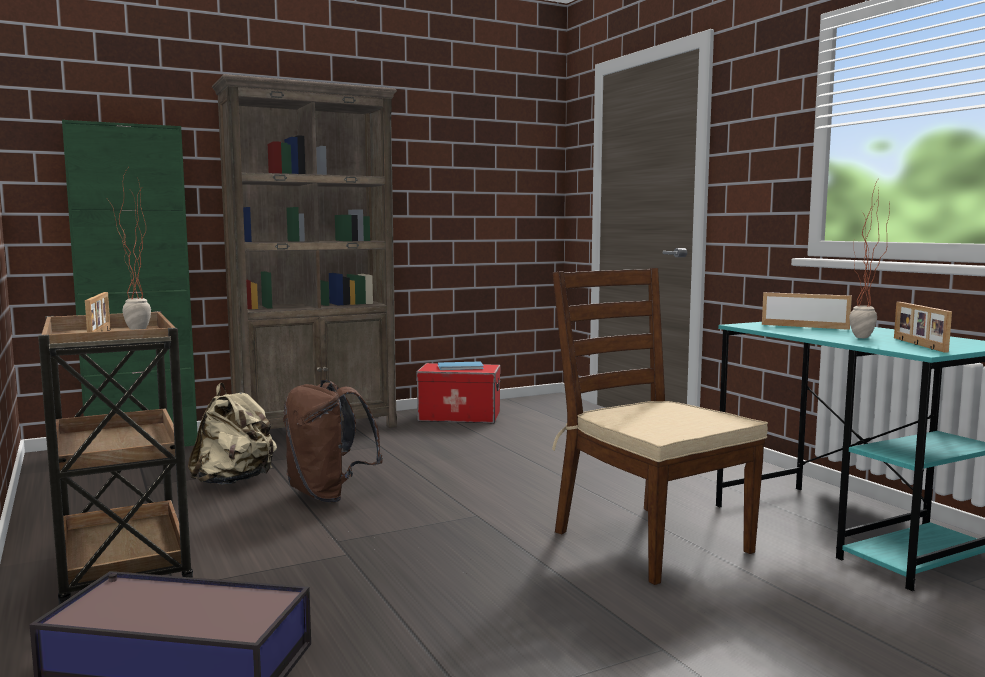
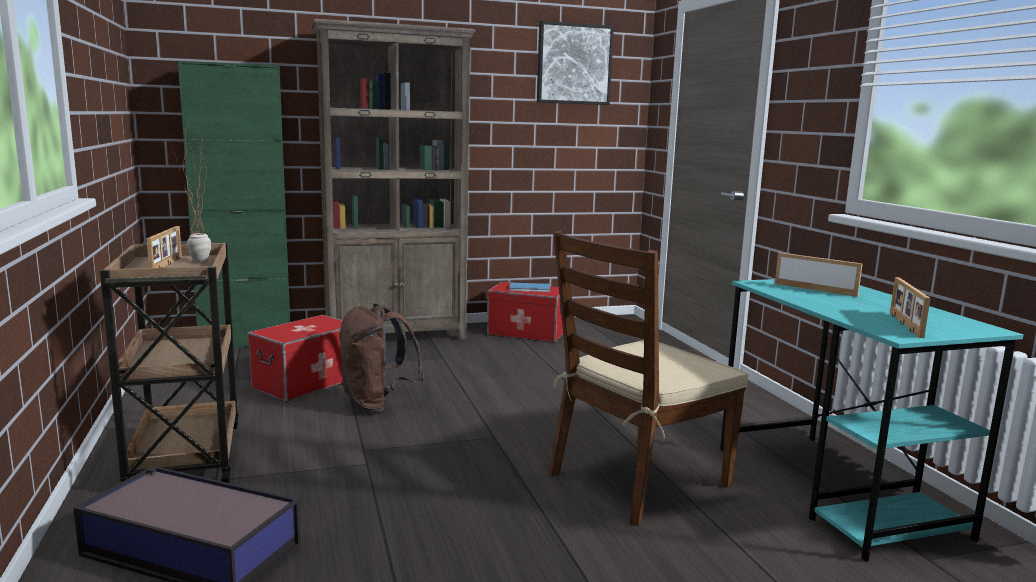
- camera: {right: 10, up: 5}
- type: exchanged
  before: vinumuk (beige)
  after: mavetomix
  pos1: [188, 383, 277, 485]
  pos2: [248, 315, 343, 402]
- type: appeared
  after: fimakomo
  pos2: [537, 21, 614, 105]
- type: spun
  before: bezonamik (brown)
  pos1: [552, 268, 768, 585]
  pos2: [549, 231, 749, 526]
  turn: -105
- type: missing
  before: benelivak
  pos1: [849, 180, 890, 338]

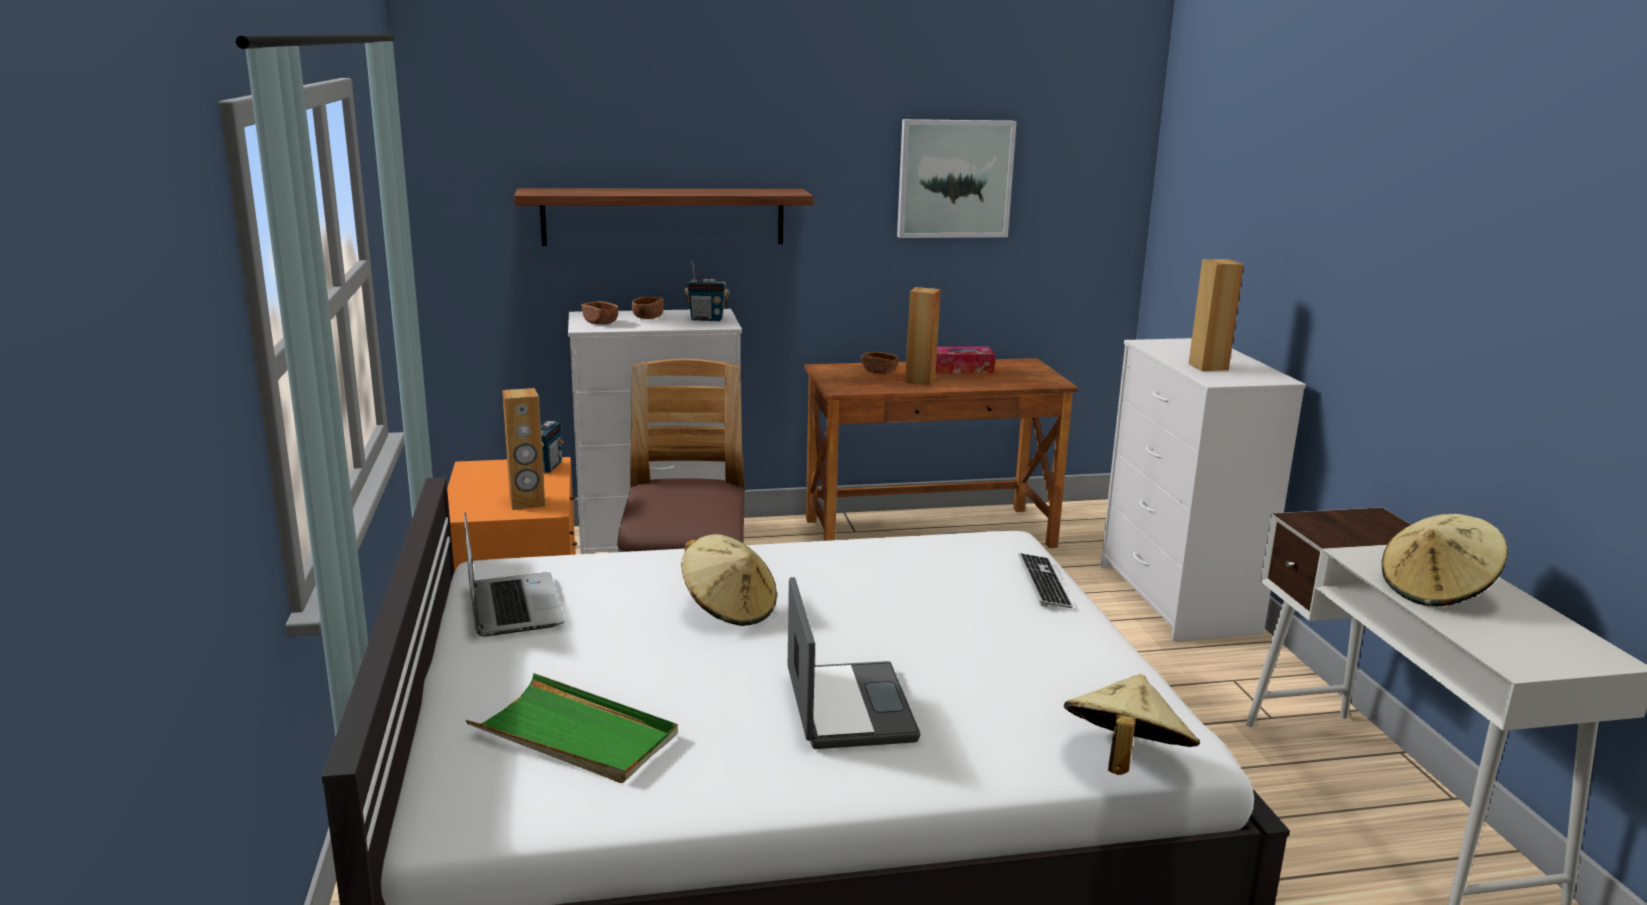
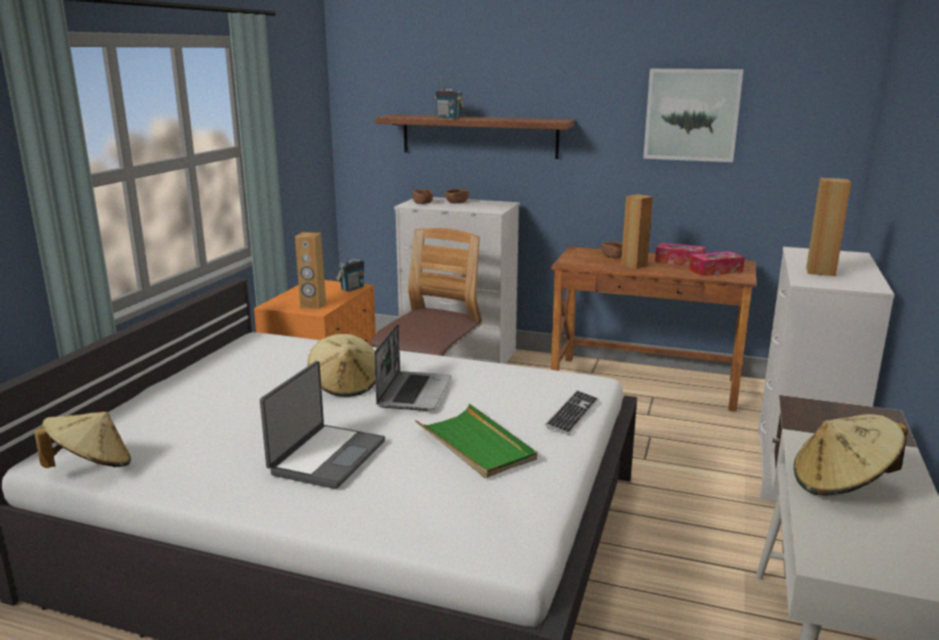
- camera: {right: 30, up: 0}
- type: relocated
  before: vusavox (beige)
  pos1: [1064, 674, 1200, 775]
  pos2: [34, 412, 131, 468]
- type: relocated
  before: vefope
  pos1: [464, 512, 564, 637]
  pos2: [374, 324, 451, 411]
- type: relocated
  before: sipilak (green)
  pos1: [466, 673, 678, 783]
  pos2: [415, 404, 537, 478]
- type: relocated
  before: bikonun
  pos1: [685, 260, 729, 321]
  pos2: [435, 76, 464, 119]
- type: appeared
  after: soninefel
  pos2: [689, 251, 745, 276]

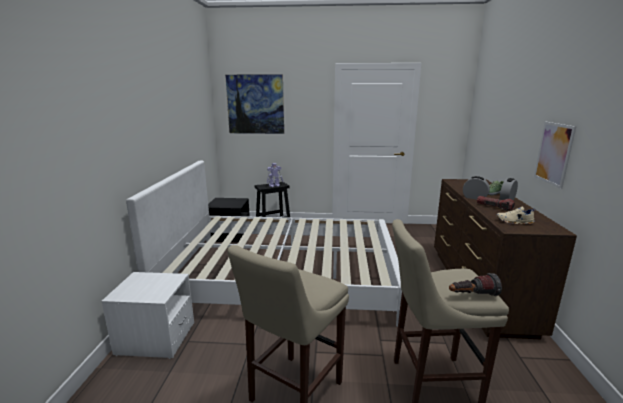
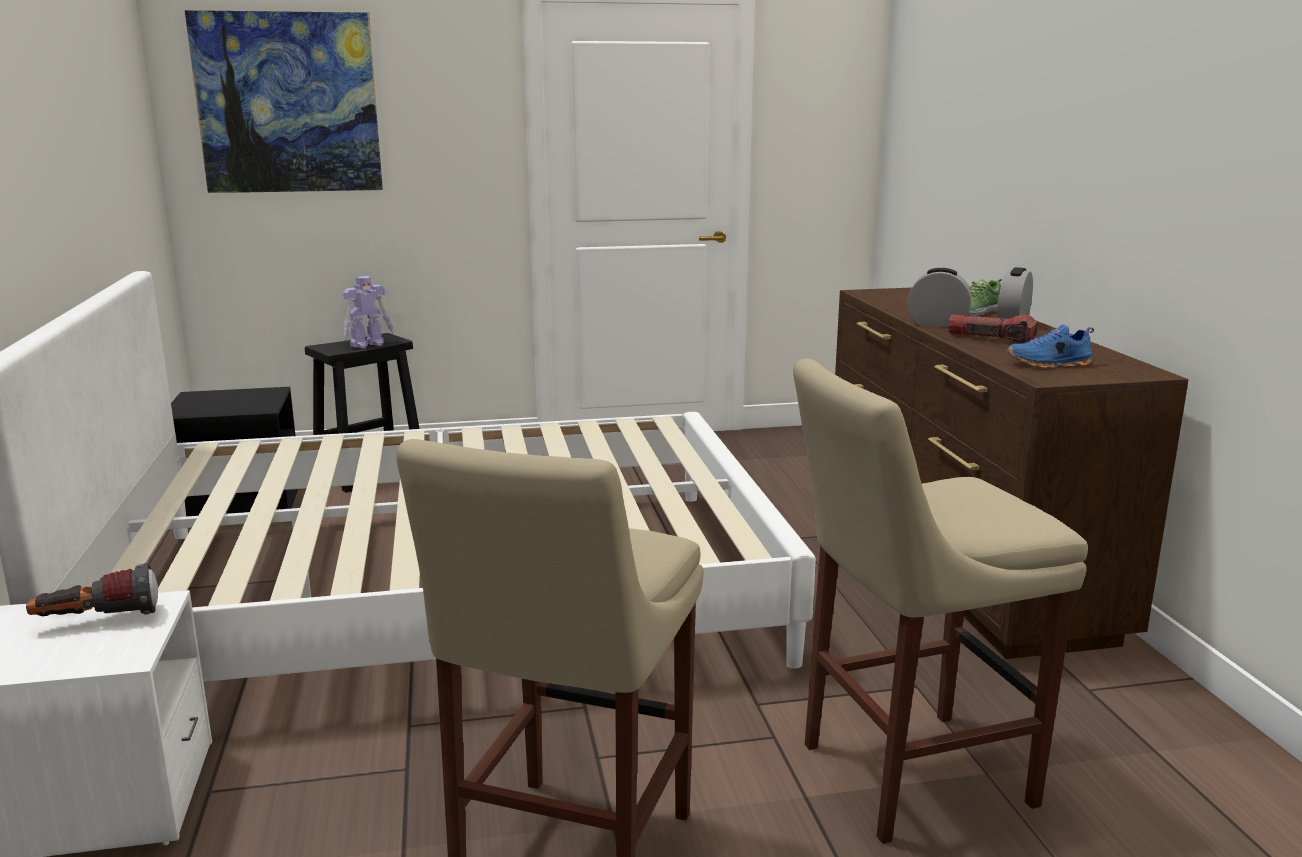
- camera: {right: -15, up: 0}
- type: relocated
  before: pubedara
  pos1: [449, 273, 502, 296]
  pos2: [26, 563, 158, 616]
- type: colour
  before: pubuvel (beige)
  after: pubuvel (blue)
  pos1: [496, 207, 536, 224]
  pos2: [1007, 324, 1094, 368]
- type: missing
  before: fimakomo
  pos1: [534, 122, 576, 189]

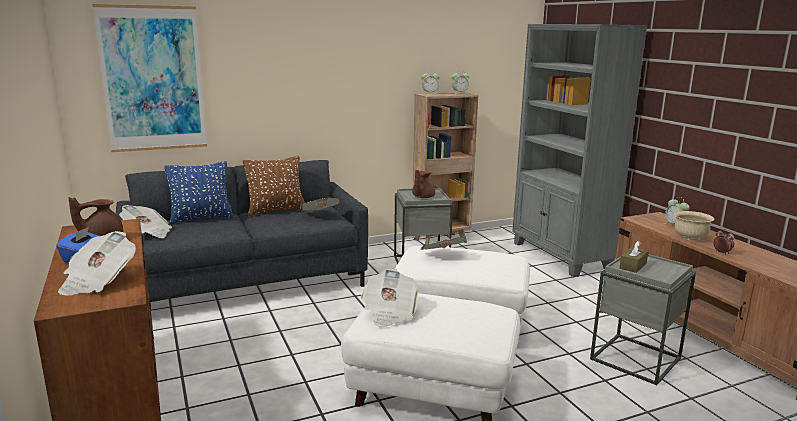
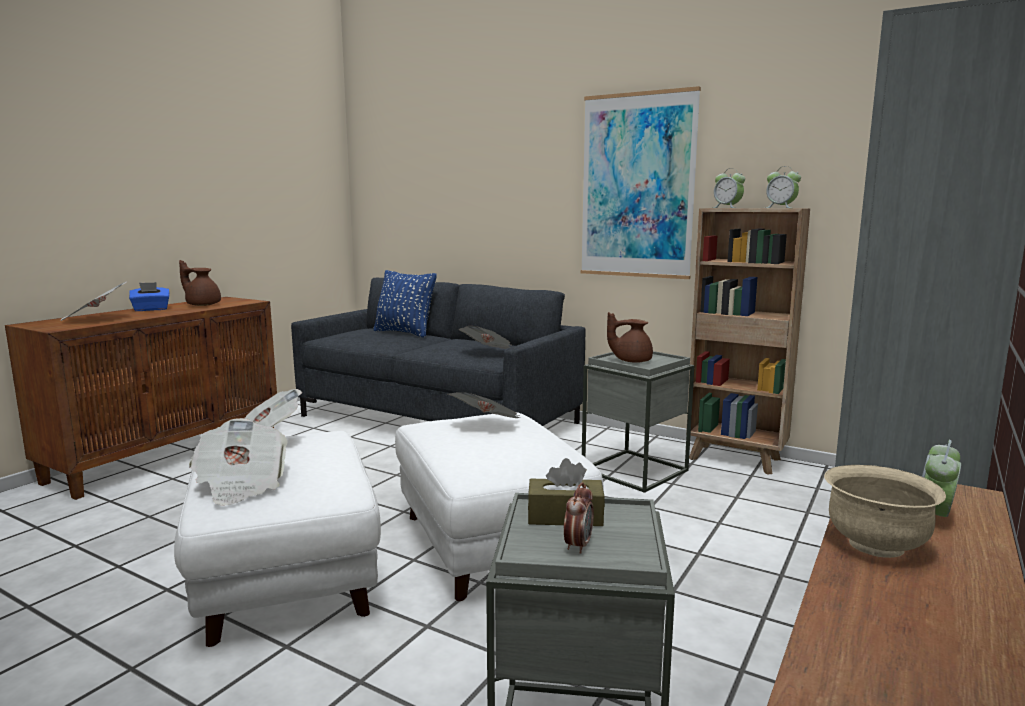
- camera: {right: 55, up: -5}
- type: relocated
  before: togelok
  pos1: [119, 205, 172, 238]
  pos2: [189, 418, 288, 506]
- type: relocated
  before: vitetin
  pos1: [713, 229, 734, 254]
  pos2: [564, 482, 594, 554]
- type: relocated
  before: fimakomo
  pos1: [92, 4, 207, 152]
  pos2: [581, 86, 701, 279]
- type: missing
  before: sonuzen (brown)
  pos1: [243, 156, 305, 216]

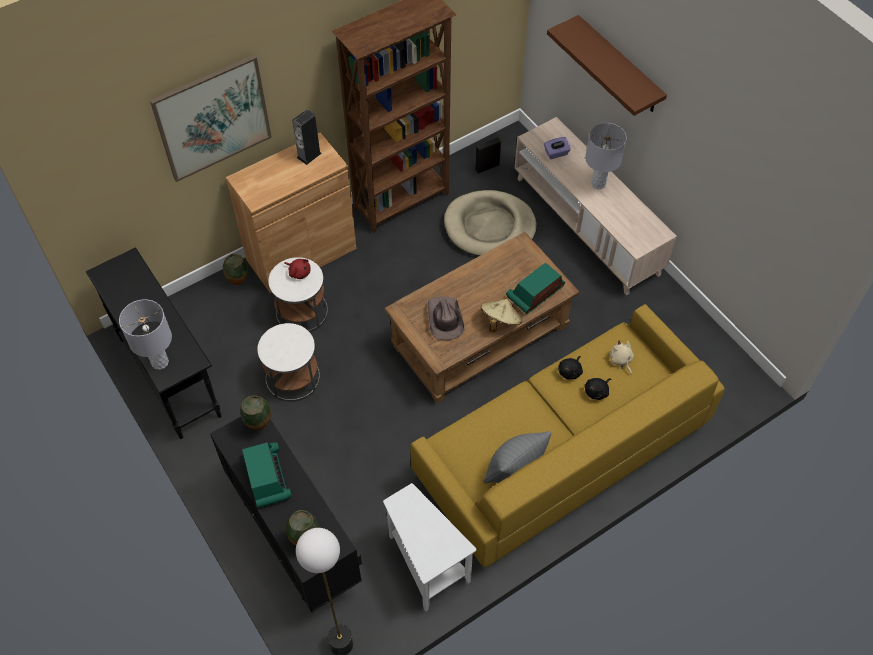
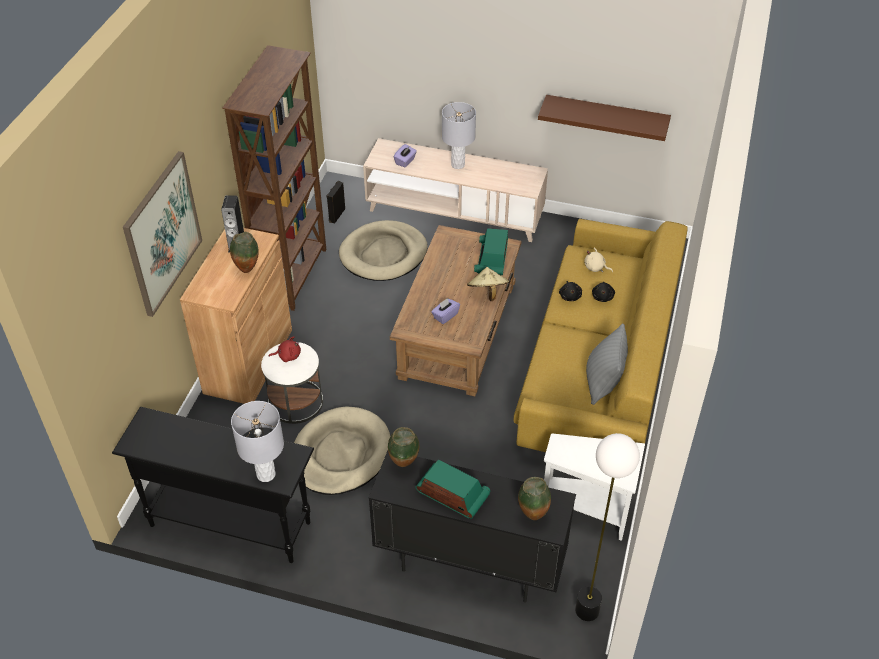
- camera: {right: -40, up: -10}
- type: relocated
  before: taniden
  pos1: [223, 254, 248, 285]
  pos2: [230, 232, 258, 273]
- type: exchanged
  before: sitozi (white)
  after: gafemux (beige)
  pos1: [257, 323, 320, 402]
  pos2: [294, 406, 390, 495]
- type: exchanged
  before: vusavox (brown)
  after: soninefel (purple)
  pos1: [428, 296, 464, 340]
  pos2: [431, 298, 460, 324]
- type: relocated
  before: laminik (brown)
  pos1: [547, 15, 667, 116]
  pos2: [538, 95, 671, 141]

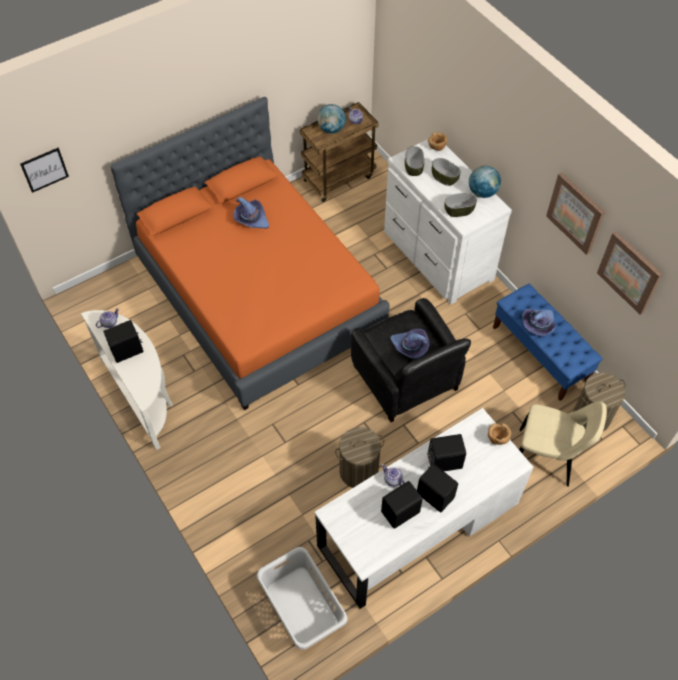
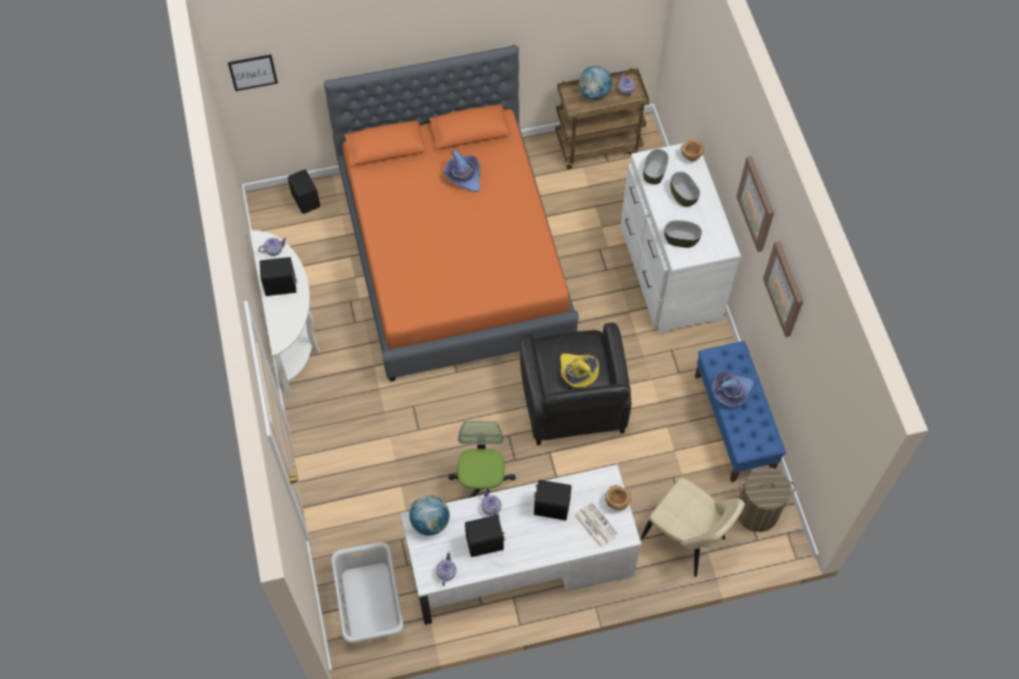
- camera: {right: 20, up: 5}
- type: relocated
  before: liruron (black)
  pos1: [417, 464, 458, 512]
  pos2: [288, 169, 320, 214]
- type: relocated
  before: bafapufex
  pos1: [469, 166, 501, 198]
  pos2: [409, 495, 450, 535]
- type: appeared
  after: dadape
  pos2: [436, 552, 457, 586]
- type: exchanged
  before: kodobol
  after: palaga
  pos1: [335, 427, 384, 488]
  pos2: [448, 421, 516, 498]
- type: colour
  before: vusavox (purple)
  after: vusavox (yellow)
  pos1: [390, 329, 429, 359]
  pos2: [560, 353, 599, 388]
- type: appeared
  after: togelok
  pos2: [574, 502, 619, 548]
- type: relocated
  before: fimakomo
  pos1: [597, 231, 663, 315]
  pos2: [736, 156, 774, 252]

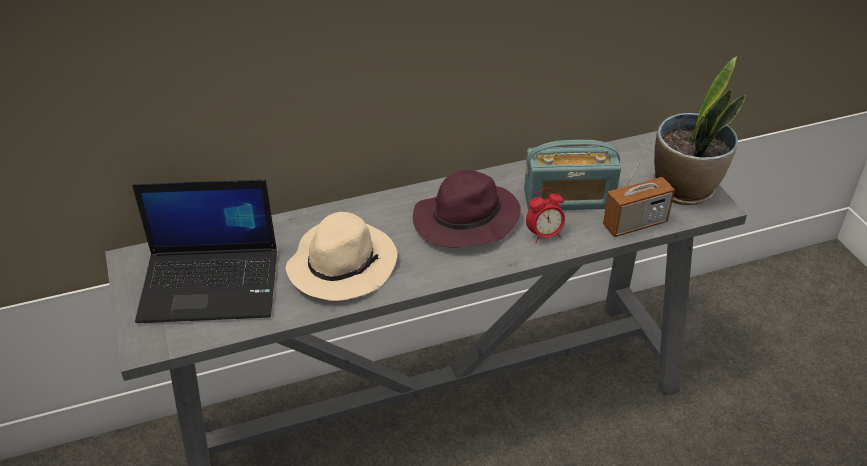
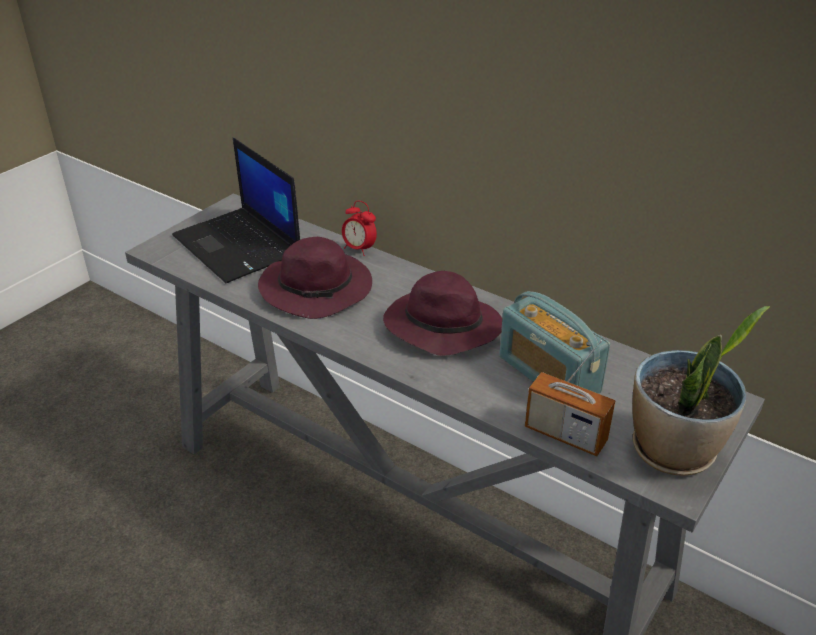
- camera: {right: 55, up: -5}
- type: colour
  before: vusavox (beige)
  after: vusavox (purple)
  pos1: [286, 212, 397, 301]
  pos2: [258, 237, 372, 319]
- type: relocated
  before: vitetin
  pos1: [526, 188, 565, 243]
  pos2: [342, 201, 377, 256]

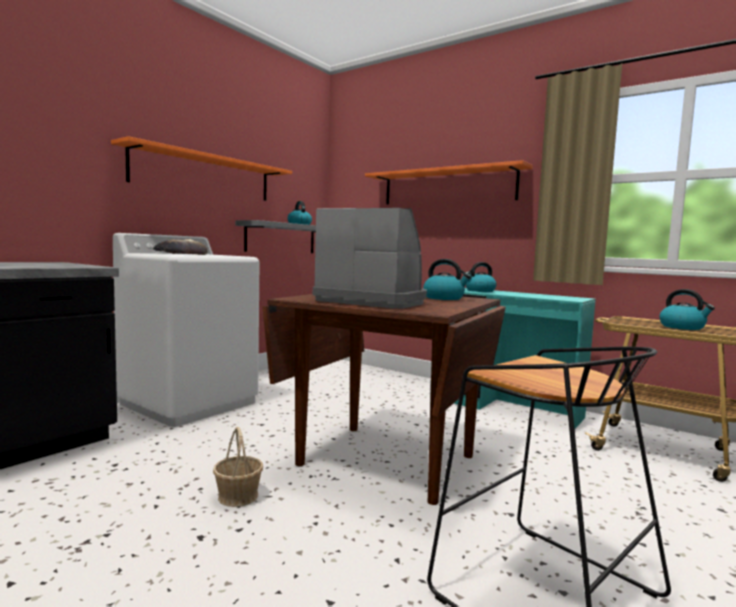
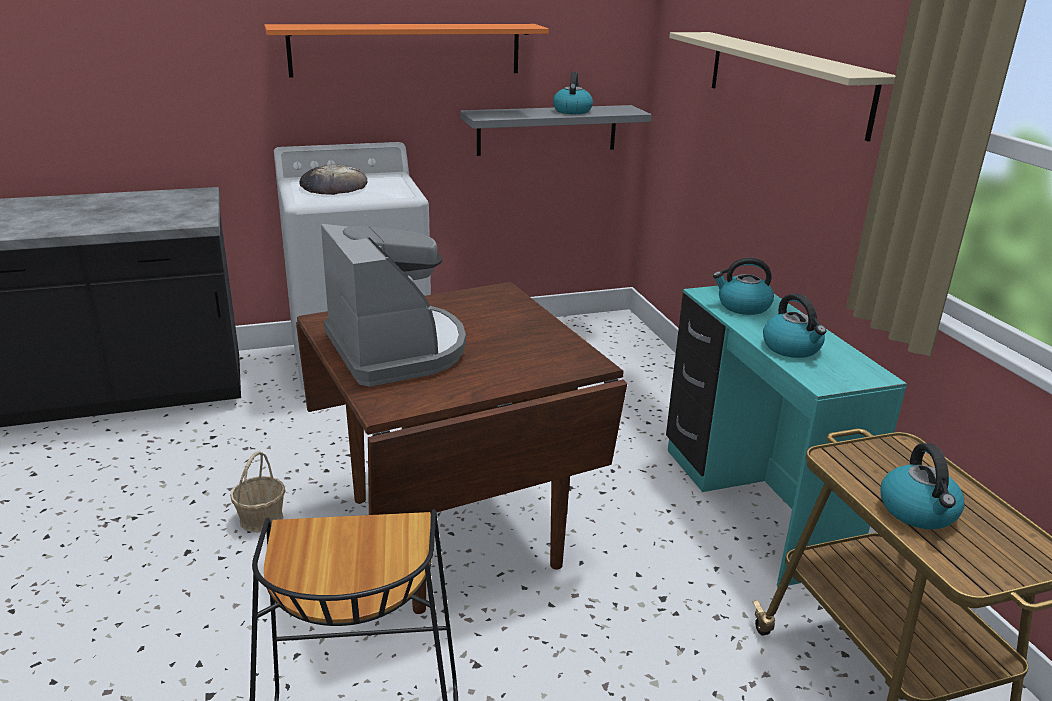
- camera: {right: 35, up: 20}
- type: colour
  before: laminik (orange)
  after: laminik (beige)
  pos1: [365, 160, 533, 205]
  pos2: [669, 32, 896, 142]
- type: relocated
  before: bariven
  pos1: [423, 259, 471, 300]
  pos2: [763, 293, 826, 358]

